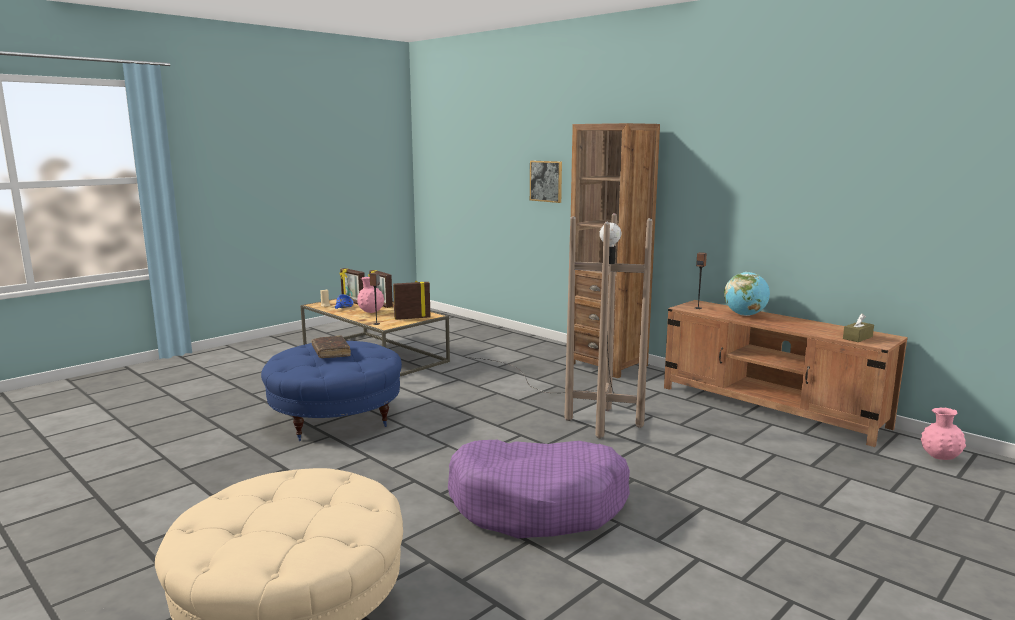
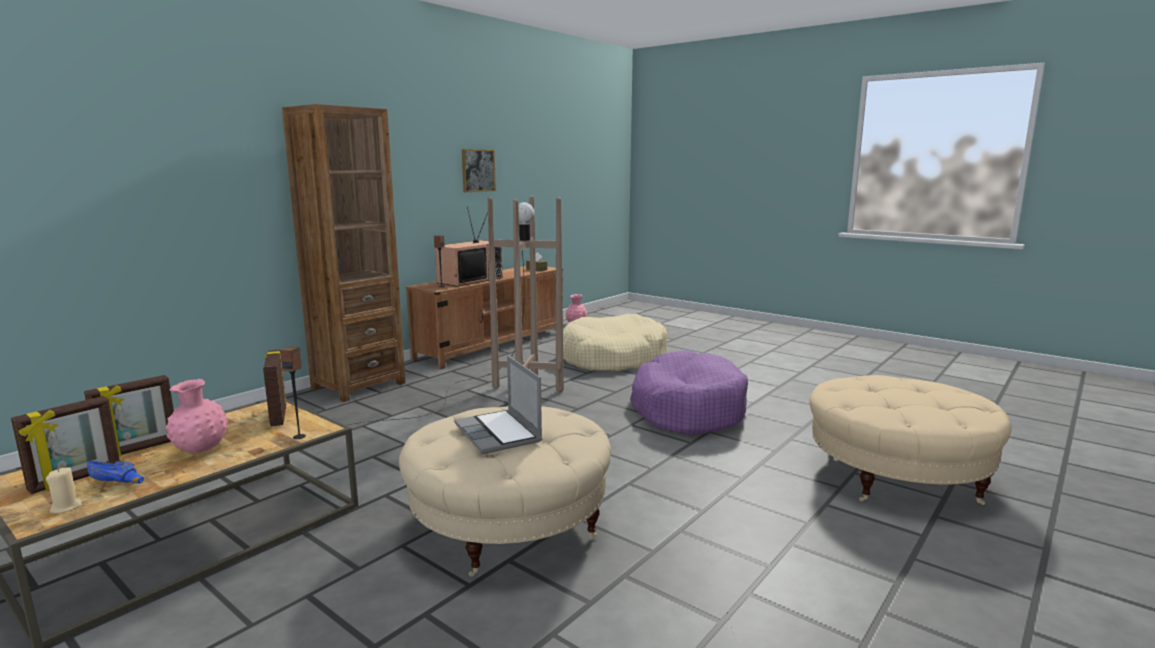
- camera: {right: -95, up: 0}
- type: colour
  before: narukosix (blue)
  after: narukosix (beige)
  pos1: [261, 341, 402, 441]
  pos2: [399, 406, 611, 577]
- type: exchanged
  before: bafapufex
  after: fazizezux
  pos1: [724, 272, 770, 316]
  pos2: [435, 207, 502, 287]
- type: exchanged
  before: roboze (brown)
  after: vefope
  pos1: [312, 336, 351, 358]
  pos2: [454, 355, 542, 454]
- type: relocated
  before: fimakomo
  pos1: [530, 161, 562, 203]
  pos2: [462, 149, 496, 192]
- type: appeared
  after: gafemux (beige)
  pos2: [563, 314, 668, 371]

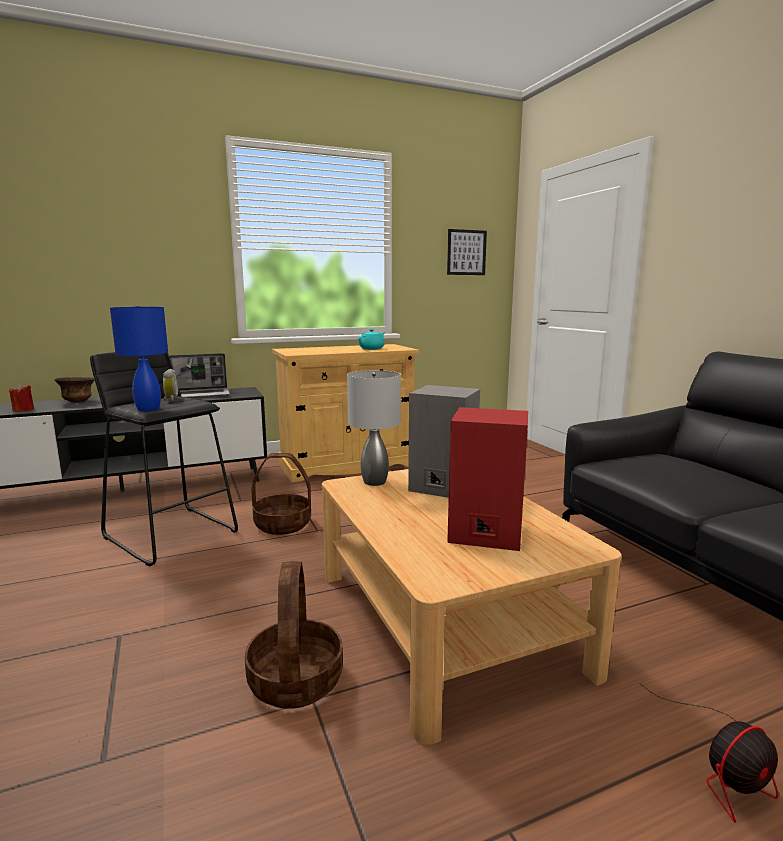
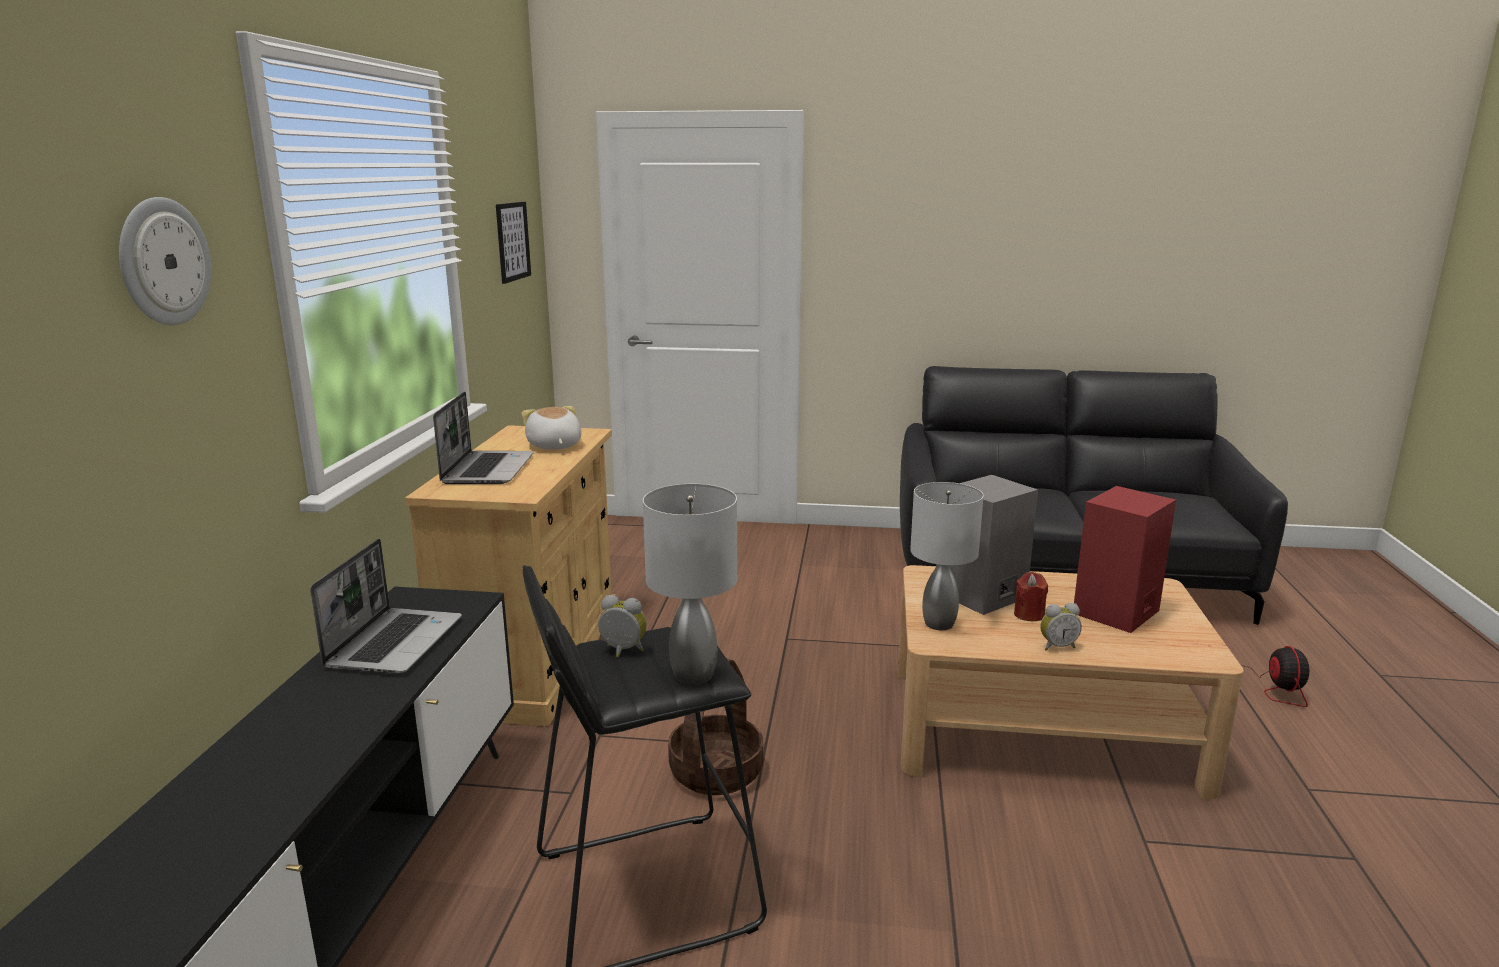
- camera: {right: -60, up: 5}
- type: appeared
  after: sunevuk
  pos2: [119, 197, 211, 325]
- type: appeared
  after: vefope
  pos2: [433, 391, 534, 484]
- type: exchanged
  before: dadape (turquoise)
  after: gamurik
  pos1: [359, 329, 385, 350]
  pos2: [521, 406, 582, 450]
- type: colour
  before: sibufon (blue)
  after: sibufon (grey)
  pos1: [110, 305, 168, 411]
  pos2: [643, 484, 737, 685]
- type: relocated
  before: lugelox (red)
  pos1: [9, 384, 34, 412]
  pos2: [1014, 572, 1048, 621]
- type: appeared
  after: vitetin
  pos2: [1040, 603, 1082, 651]
- type: missing
  before: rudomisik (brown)
  pos1: [54, 377, 95, 403]
- type: missing
  before: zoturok
  pos1: [245, 561, 343, 709]

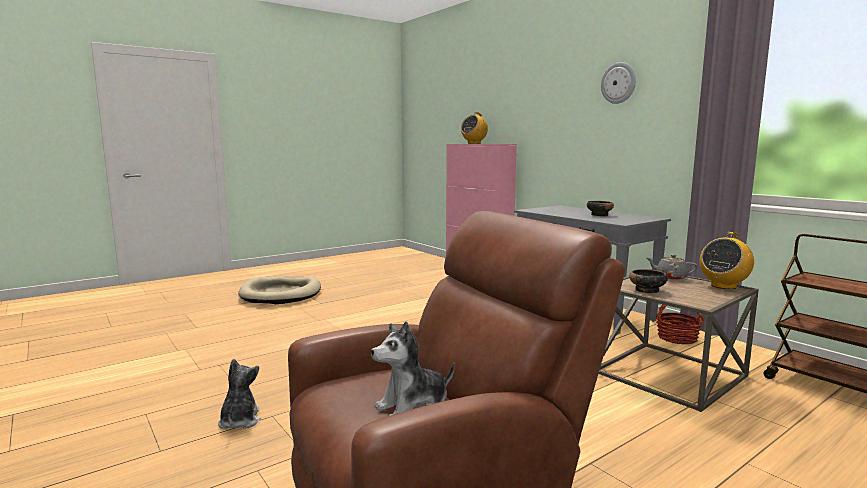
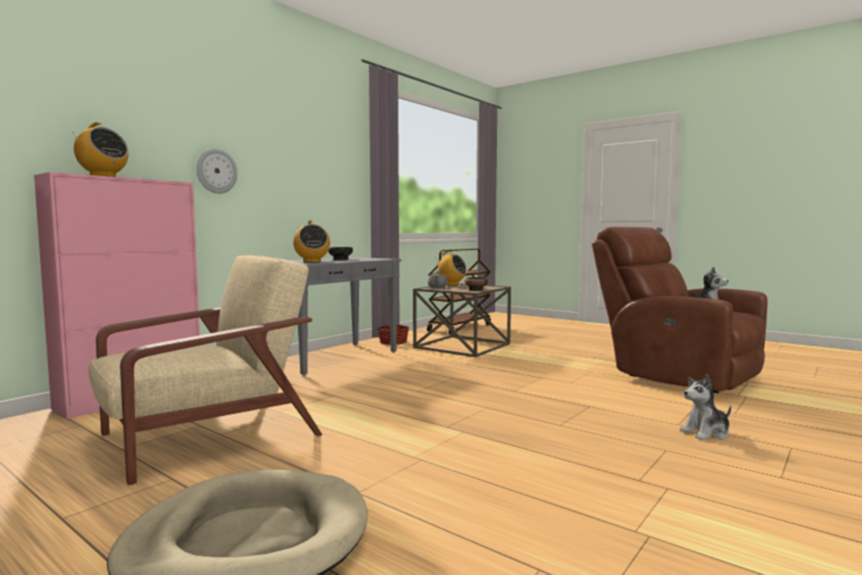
- camera: {right: -105, up: -5}
- type: appeared
  after: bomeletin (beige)
  pos2: [88, 255, 322, 485]
- type: relocated
  before: sunevuk
  pos1: [601, 62, 636, 104]
  pos2: [196, 149, 237, 194]
- type: appeared
  after: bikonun
  pos2: [293, 220, 330, 262]

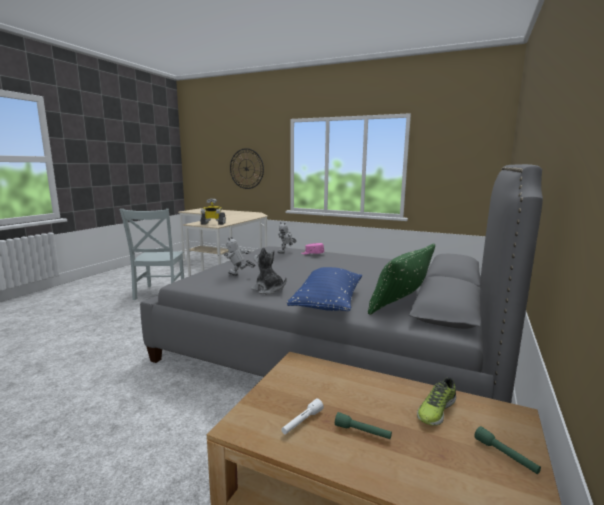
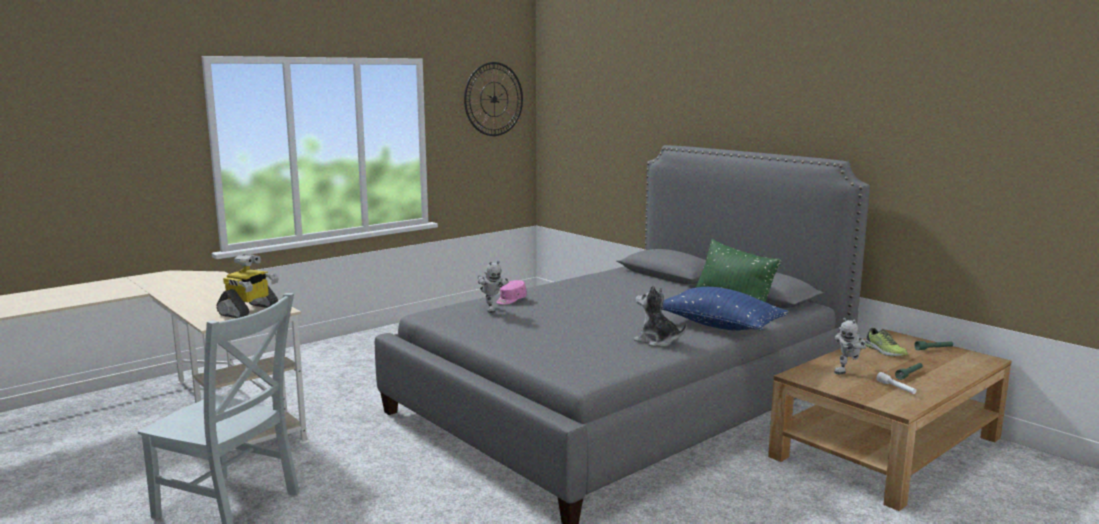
- camera: {right: -65, up: 0}
- type: relocated
  before: sunevuk
  pos1: [230, 148, 264, 189]
  pos2: [464, 62, 523, 136]
- type: spun
  before: gamurik
  pos1: [251, 247, 287, 294]
  pos2: [634, 285, 687, 347]
  turn: 60
- type: relocated
  before: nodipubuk
  pos1: [224, 237, 255, 276]
  pos2: [834, 318, 866, 374]

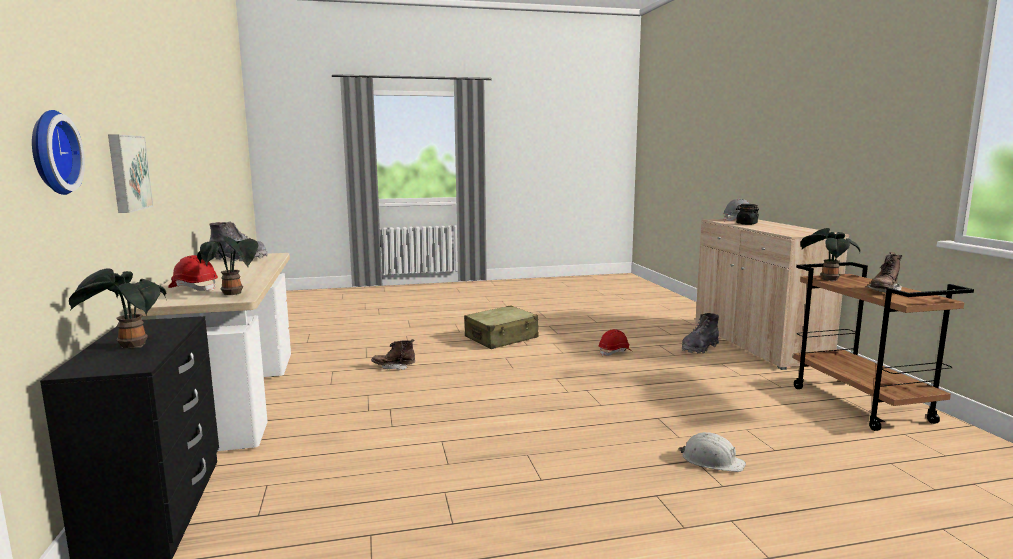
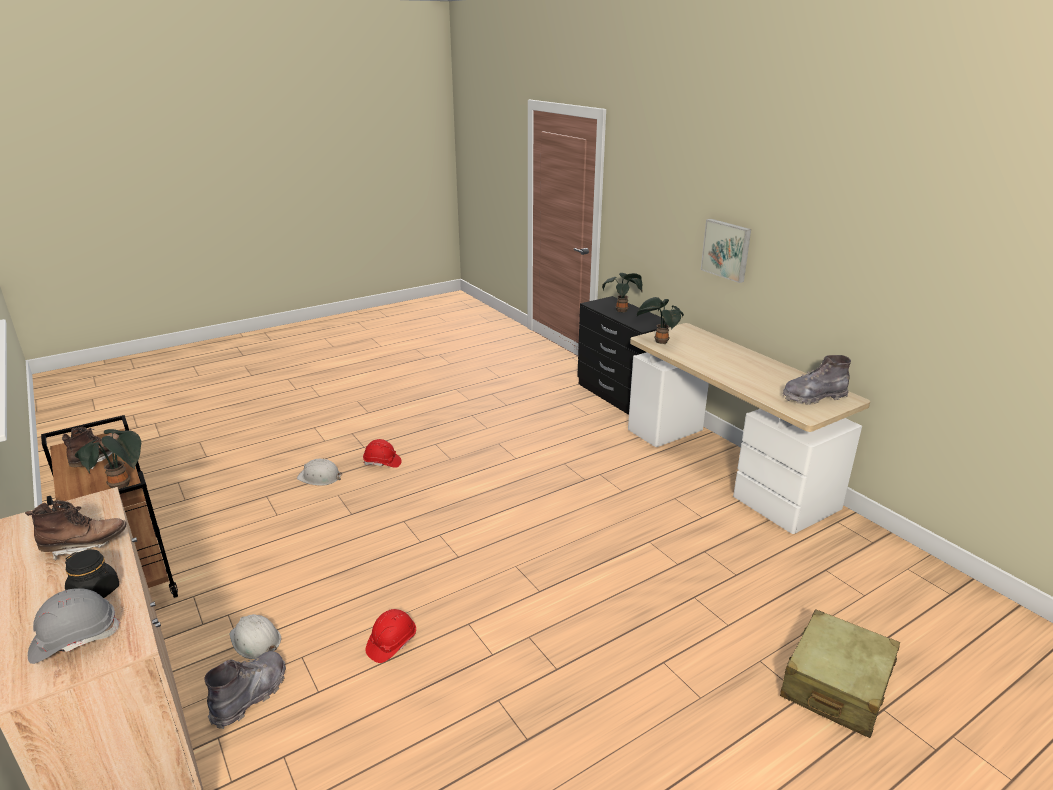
- camera: {right: 160, up: 15}
- type: relocated
  before: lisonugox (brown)
  pos1: [371, 339, 415, 370]
  pos2: [25, 500, 126, 561]
- type: appeared
  after: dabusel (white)
  pos2: [230, 614, 281, 659]
- type: relocated
  before: dabusel (red)
  pos1: [168, 255, 218, 291]
  pos2: [363, 439, 402, 468]
- type: relocated
  before: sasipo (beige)
  pos1: [464, 305, 538, 349]
  pos2: [780, 609, 900, 738]
- type: missing
  before: sunevuk
  pos1: [32, 110, 85, 195]

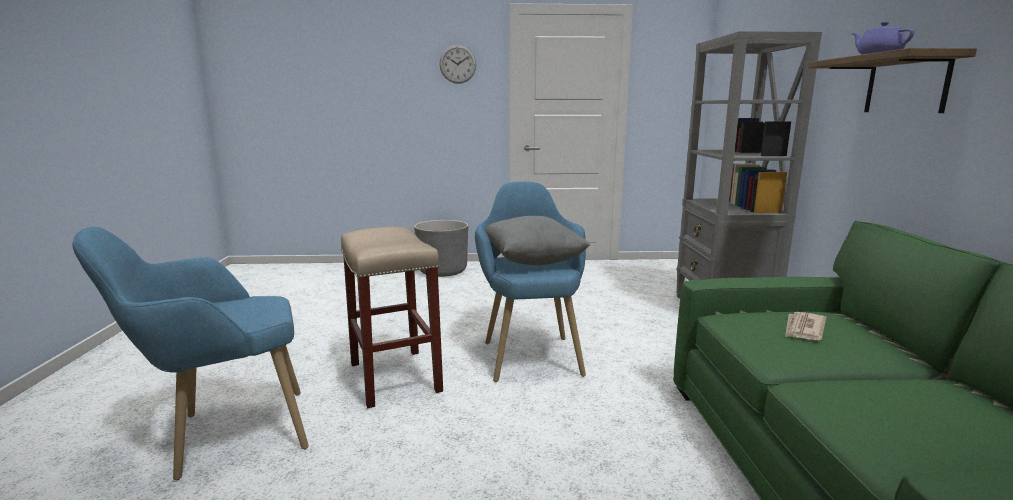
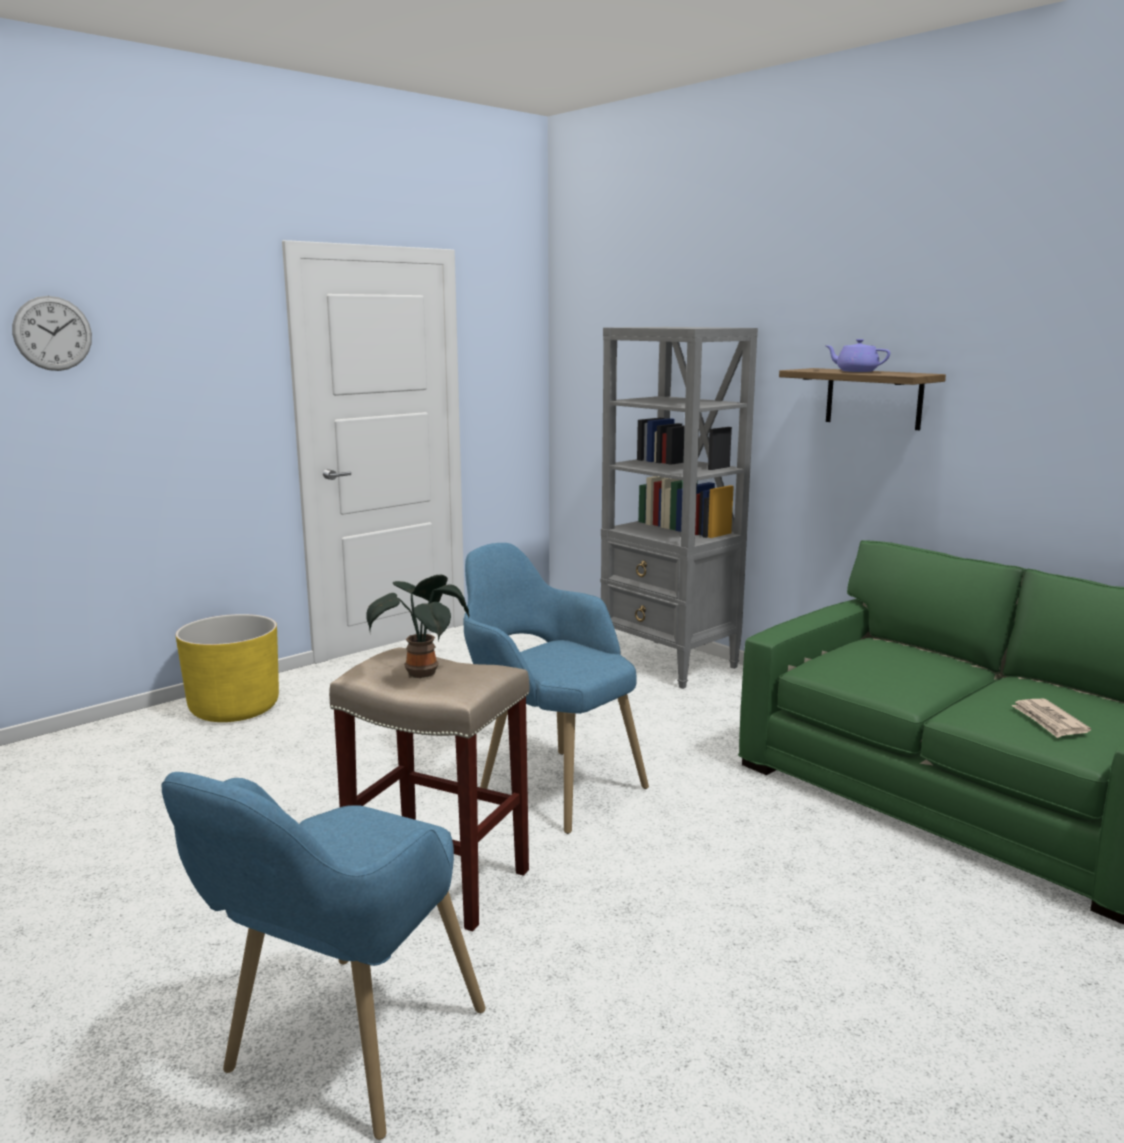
- camera: {right: -40, up: 0}
- type: relocated
  before: sunevuk
  pos1: [439, 45, 476, 84]
  pos2: [12, 296, 92, 371]
- type: colour
  before: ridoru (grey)
  after: ridoru (yellow)
  pos1: [414, 220, 468, 277]
  pos2: [176, 614, 279, 722]
- type: appeared
  after: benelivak
  pos2: [366, 575, 469, 678]
- type: relocated
  before: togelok
  pos1: [785, 312, 826, 340]
  pos2: [1011, 699, 1091, 738]
- type: missing
  before: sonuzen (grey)
  pos1: [485, 216, 590, 265]

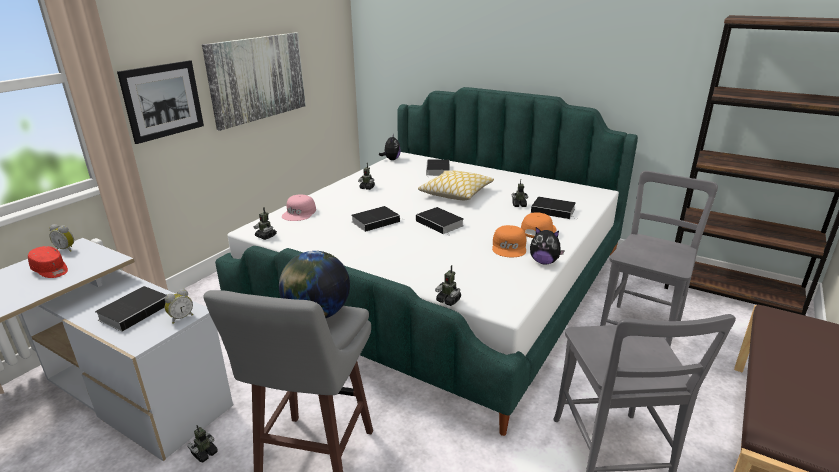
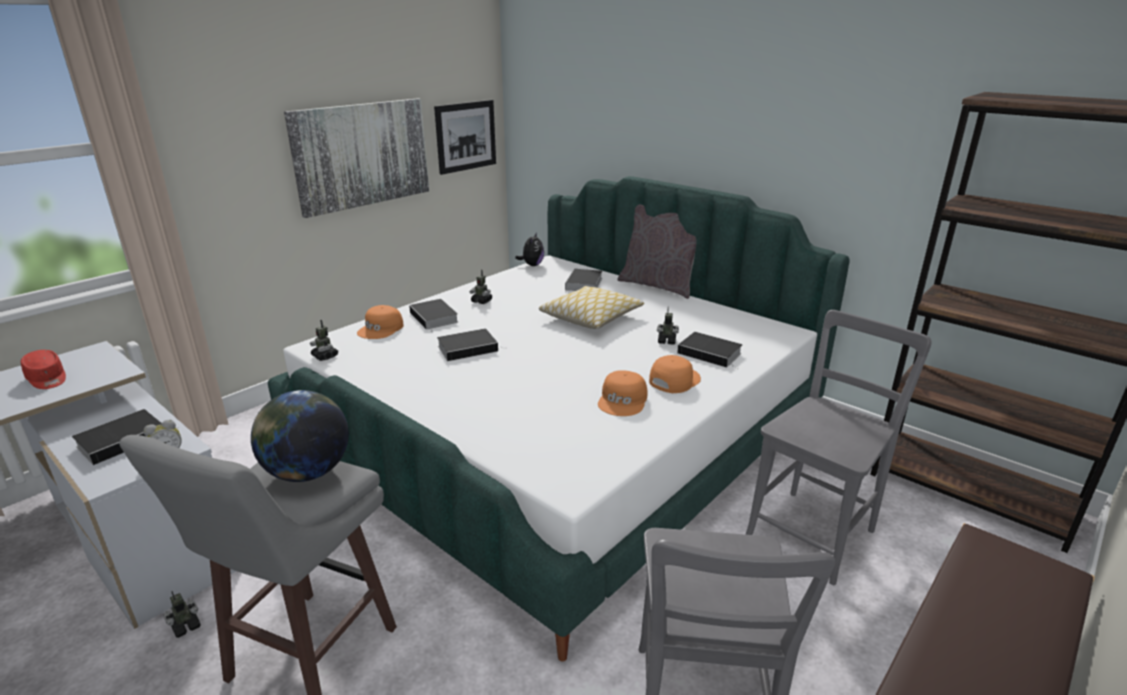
- camera: {right: 10, up: 0}
- type: colour
  before: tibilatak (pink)
  after: tibilatak (orange)
  pos1: [282, 195, 316, 221]
  pos2: [357, 305, 404, 339]
- type: relocated
  before: roboze
  pos1: [416, 207, 464, 236]
  pos2: [409, 299, 458, 332]
- type: relocated
  before: fimakomo
  pos1: [117, 60, 204, 144]
  pos2: [434, 100, 496, 175]
- type: appeared
  after: sonuzen (grey)
  pos2: [618, 204, 697, 299]
- type: missing
  before: vitetin
  pos1: [49, 224, 74, 252]
- type: missing
  before: nodipubuk
  pos1: [435, 265, 461, 306]
- type: missing
  before: gamurik
  pos1: [530, 227, 565, 265]

